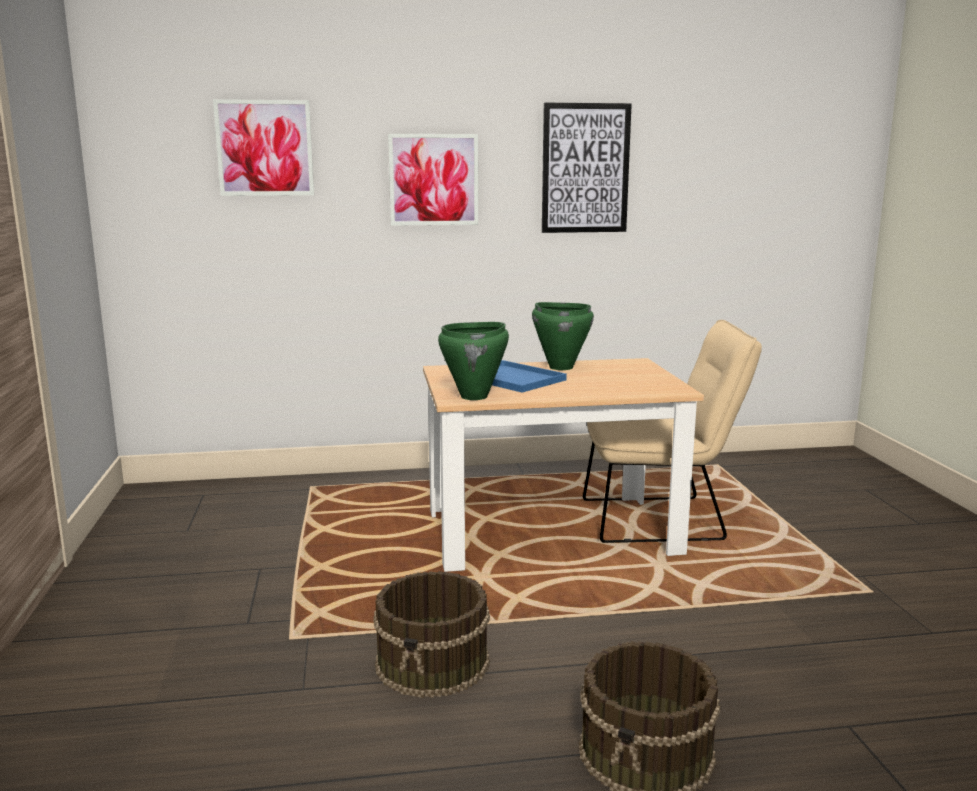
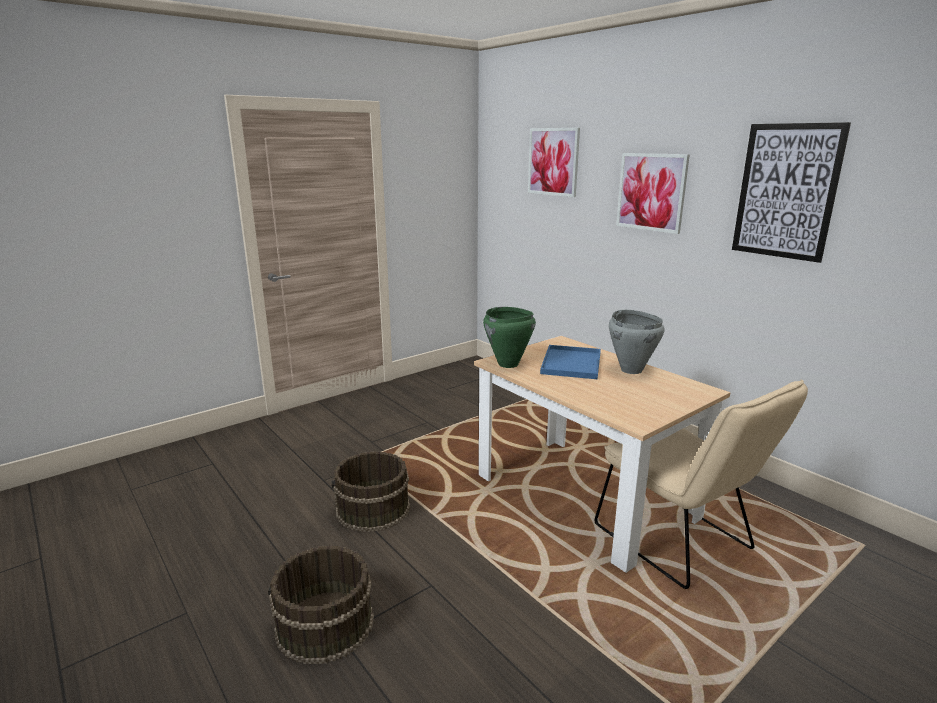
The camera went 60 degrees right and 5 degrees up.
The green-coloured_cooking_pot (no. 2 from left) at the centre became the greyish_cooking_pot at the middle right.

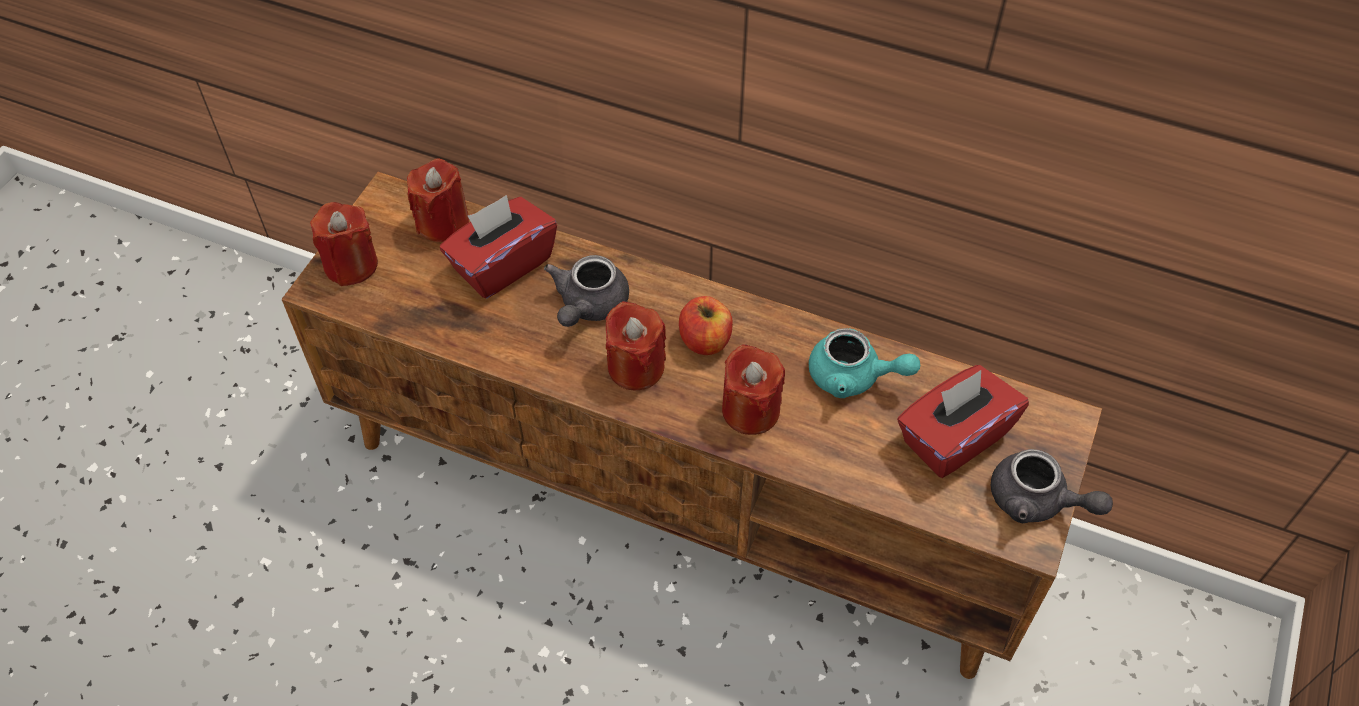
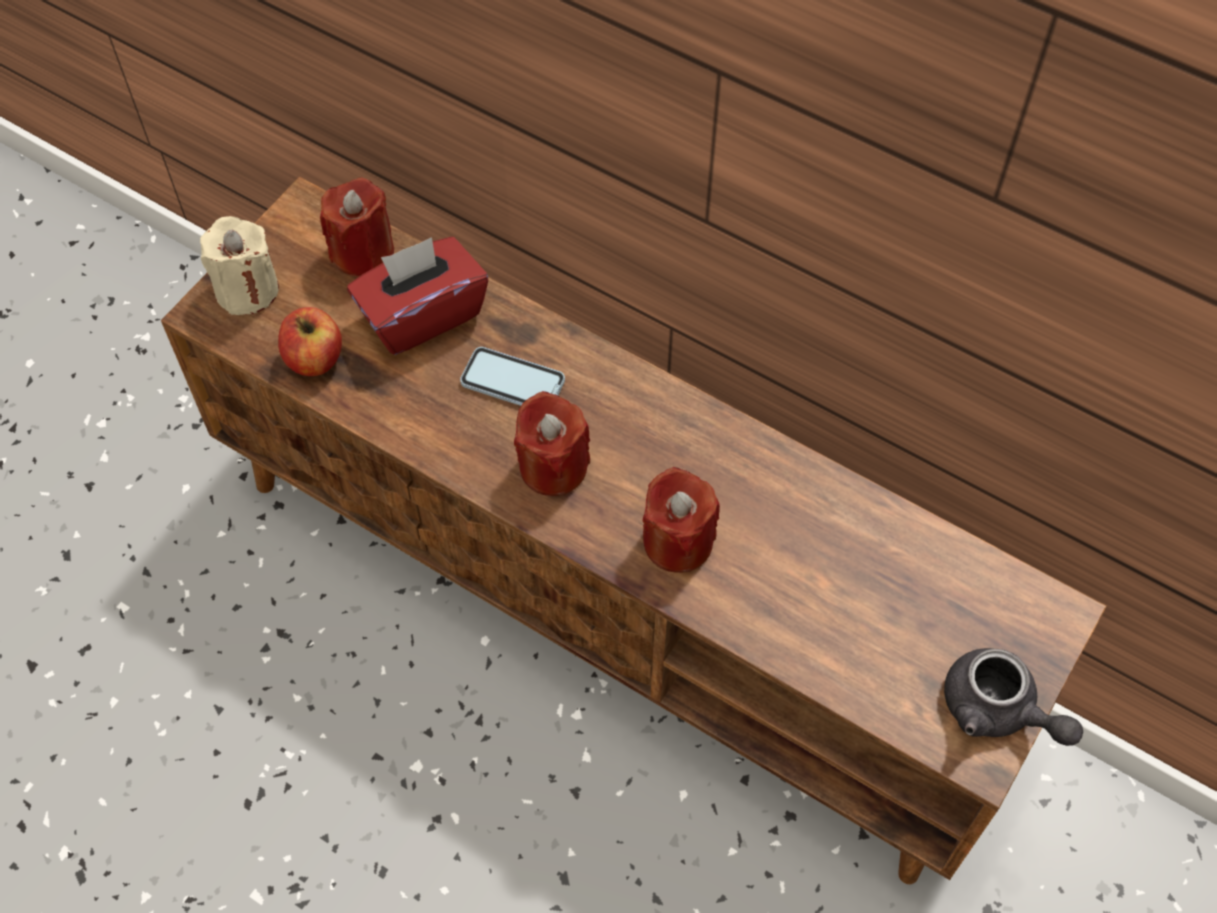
The camera went 10 degrees right and 5 degrees up.
The red_wax_light (no. 1 from left) at the middle left became the sand-coloured_wax_light at the top left.
The apple moved from the centre to the middle left.
The greyish_teapot (no. 1 from left) at the centre was replaced by the handset at the centre.
The turquoise_teapot at the centre disappeared.
The red_tissue_box (no. 2 from left) at the middle right disappeared.

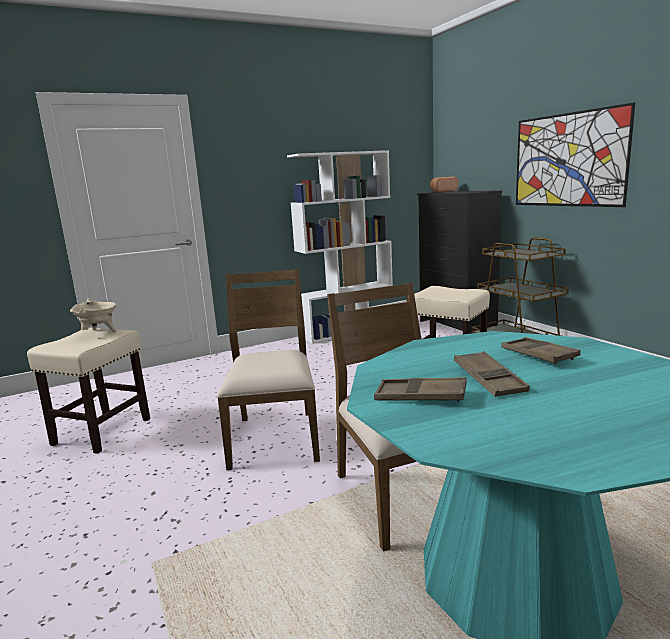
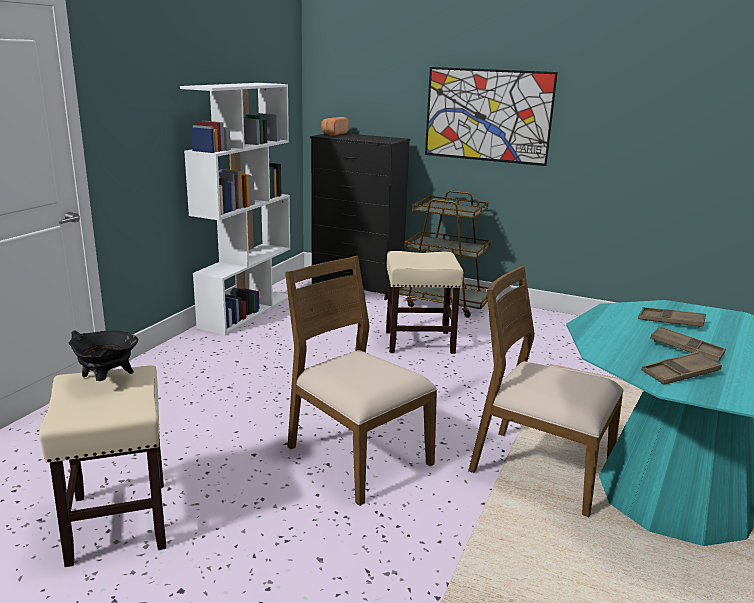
The camera went 40 degrees left and 5 degrees up.
The sand-coloured_cooking_pot at the middle left became the blackish_cooking_pot at the middle left.

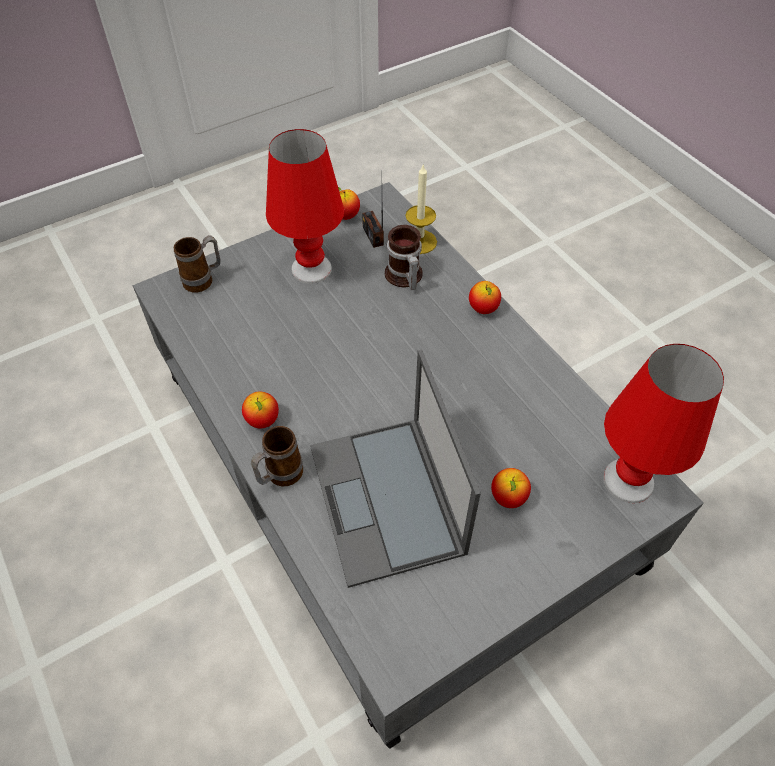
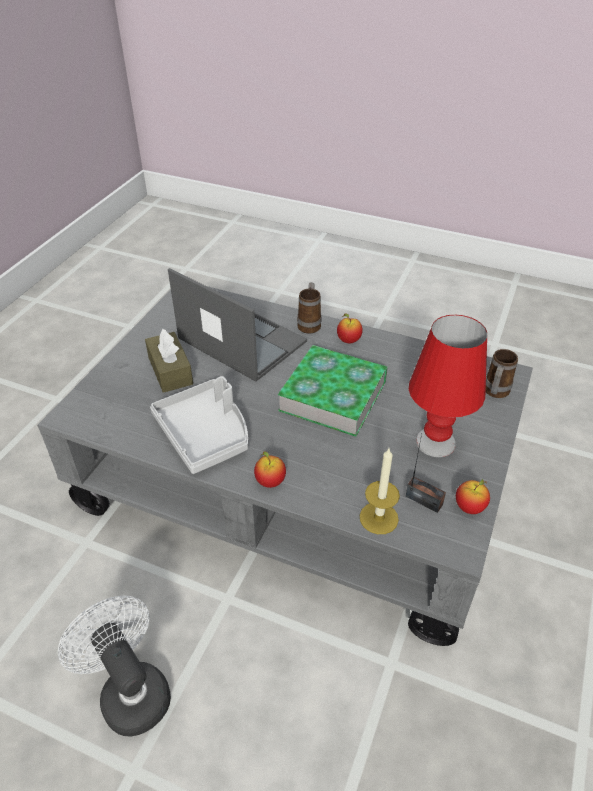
The camera went 145 degrees right and 10 degrees down.
The whitish_fan at the bottom left appeared.
The apple (no. 4 from left) at the centre was replaced by the brown_tissue_box at the middle left.
The greyish_tray at the centre appeared.
The book at the centre appeared.
The coffee_mug (no. 3 from left) at the centre disappeared.
The red_lamp_for_a_table (no. 2 from left) at the middle right disappeared.

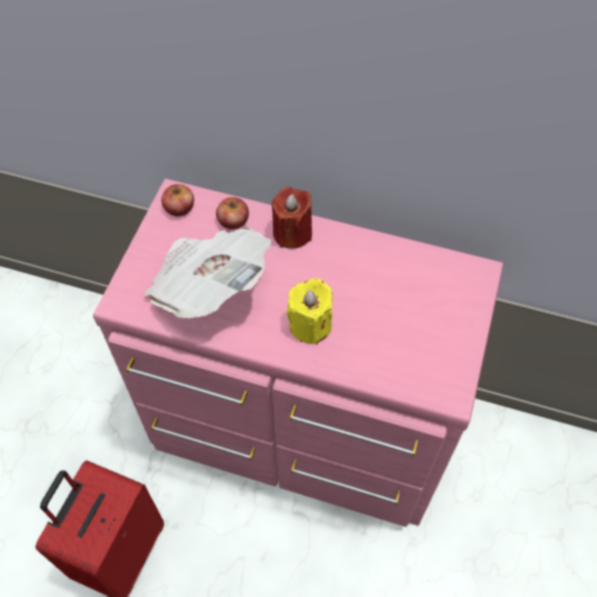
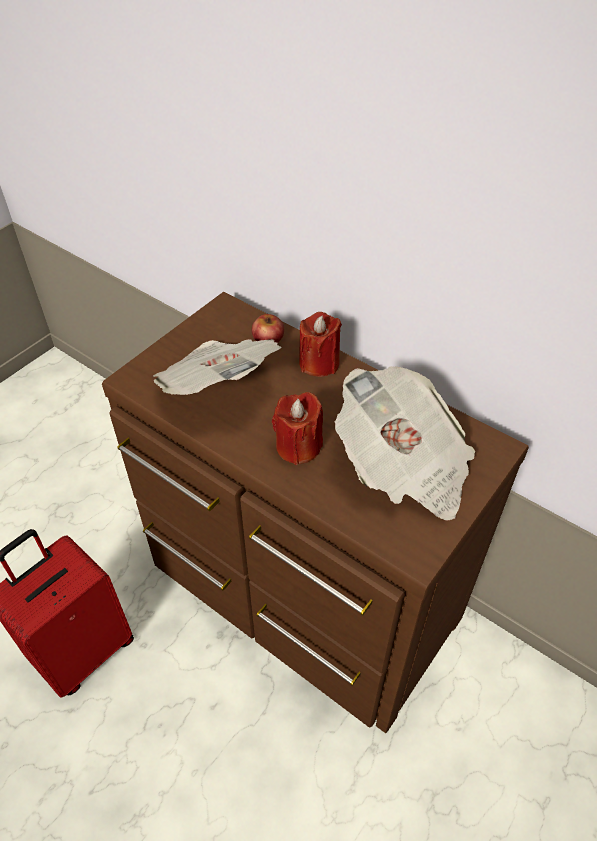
The camera went 20 degrees right and 10 degrees down.
The pink_dresser at the centre became the brown_dresser at the centre.
The yellowish_wax_light at the centre became the red_wax_light (no. 1 from left) at the centre.
The daily_paper (no. 2 from left) at the middle right appeared.
The apple (no. 1 from left) at the middle left disappeared.

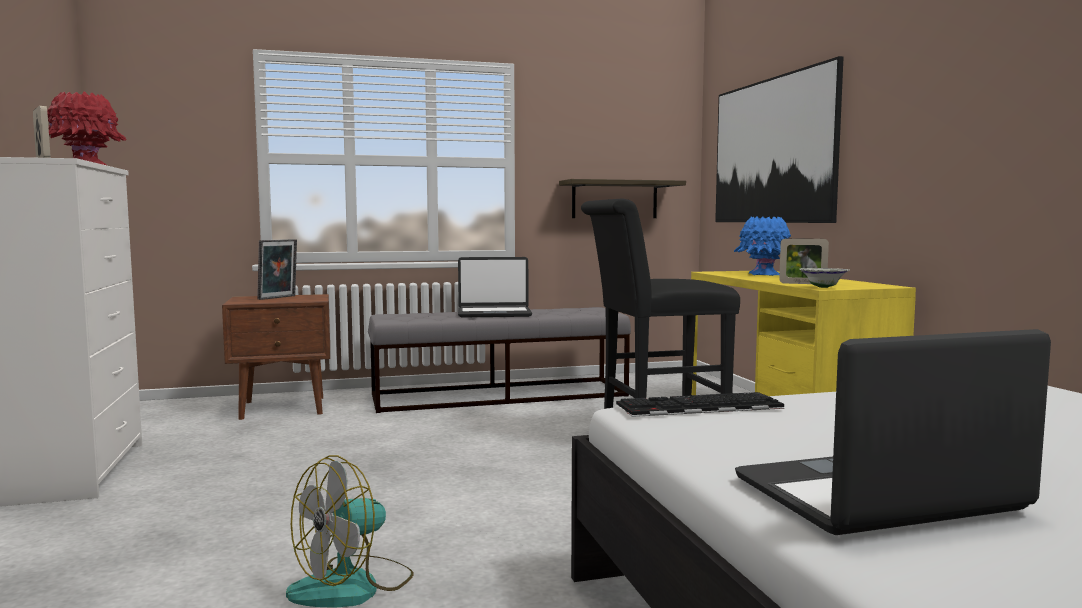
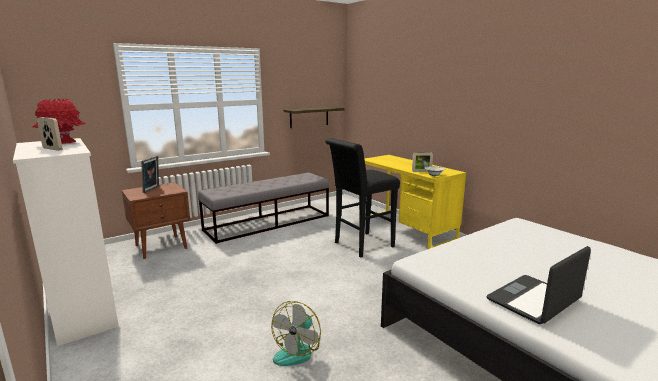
The camera went 20 degrees left and 10 degrees up.
The portable_computer (no. 1 from left) at the centre disappeared.
The keyboard at the centre disappeared.
The wall_art at the top right disappeared.
The blue_vase at the middle right disappeared.

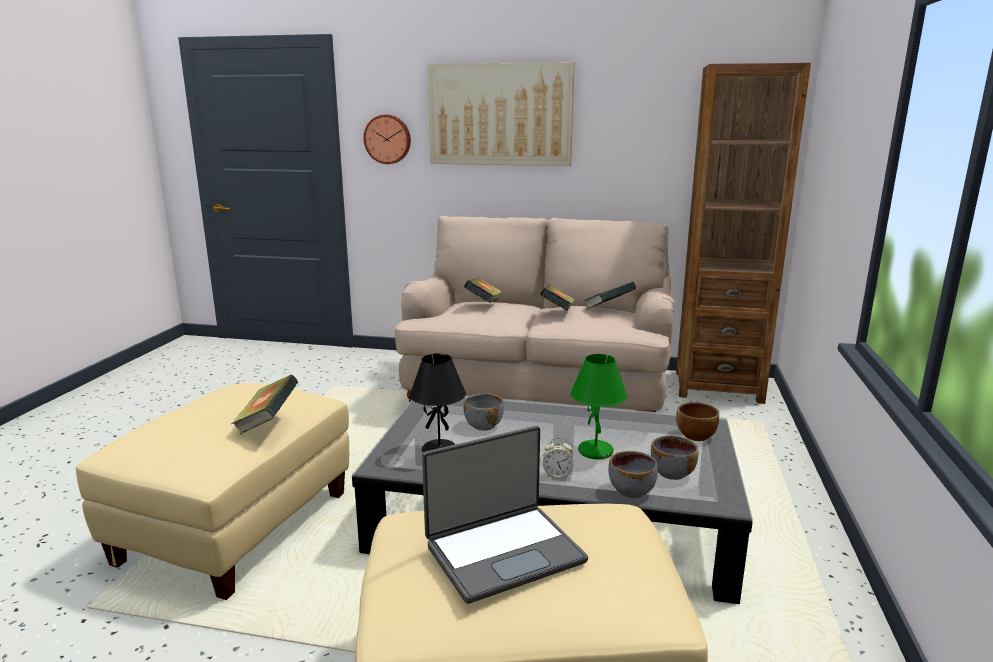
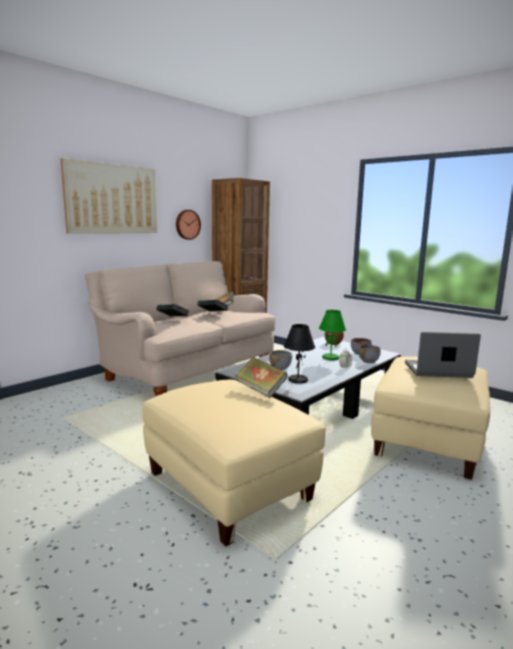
The camera went 60 degrees left and 5 degrees down.
The hanging_clock moved from the top centre to the centre.
The portable_computer at the bottom centre turned 90 degrees counterclockwise.

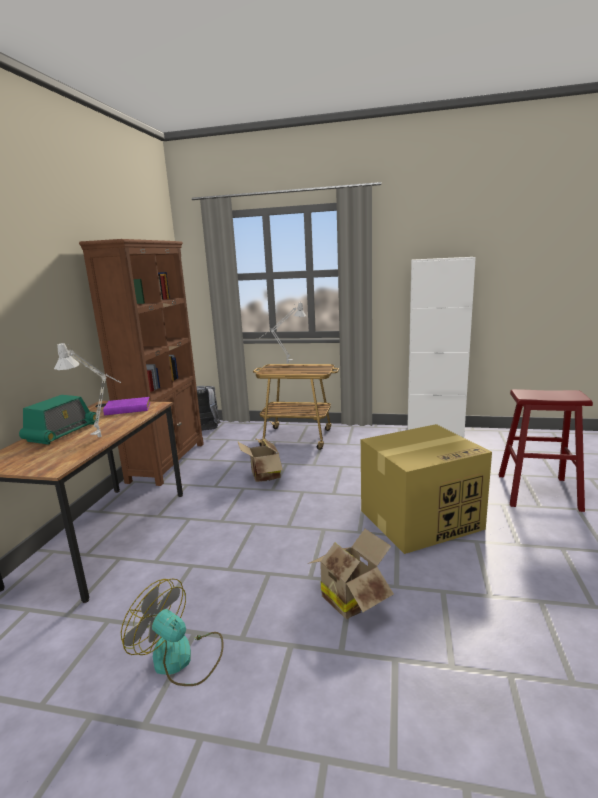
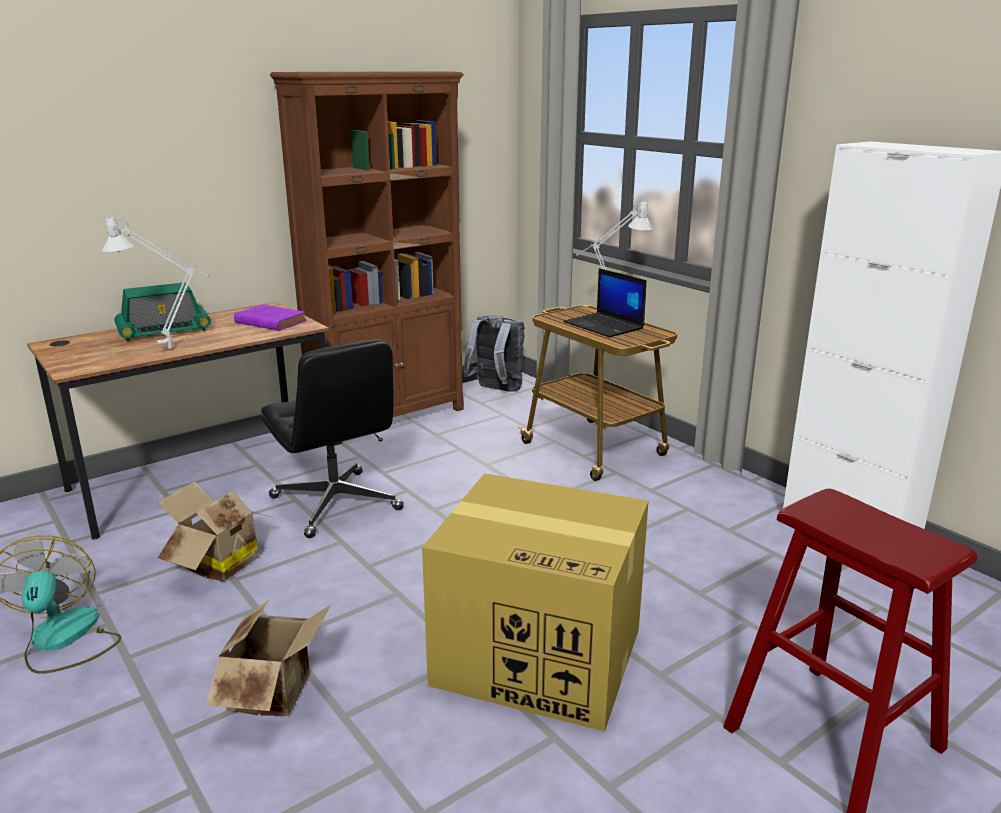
The camera went 40 degrees right and 5 degrees up.
The carton (no. 1 from left) moved from the centre to the middle left.
The blackish_office_chair at the middle left appeared.
The portable_computer at the centre appeared.

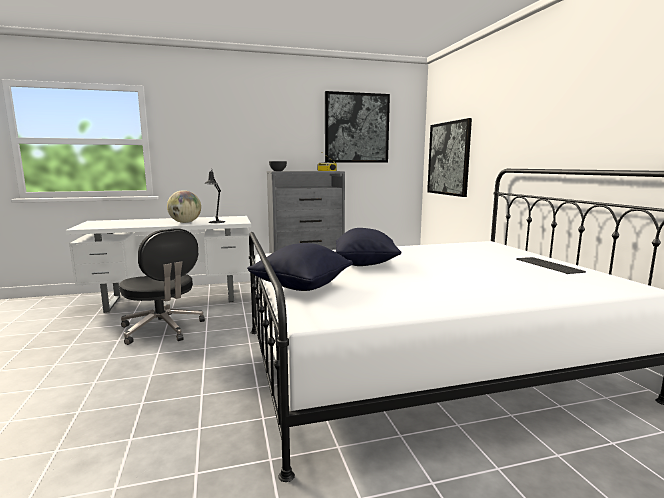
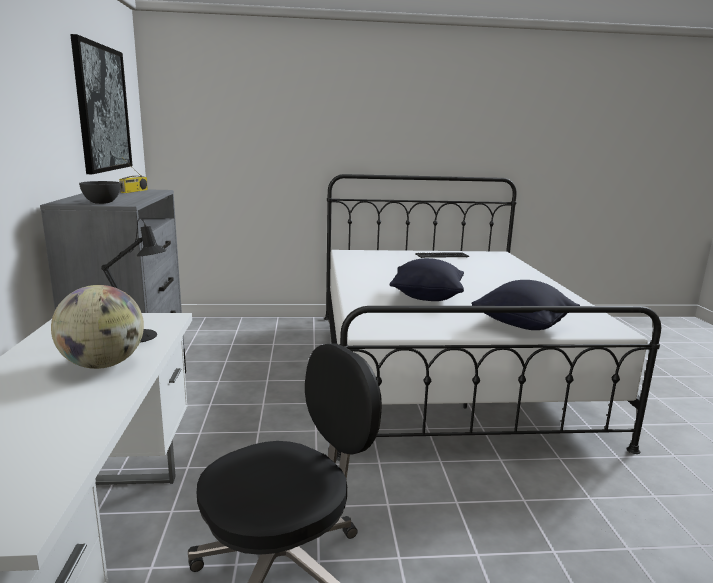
The camera went 80 degrees left and 5 degrees up.
The wall_art (no. 2 from left) at the top right disappeared.

